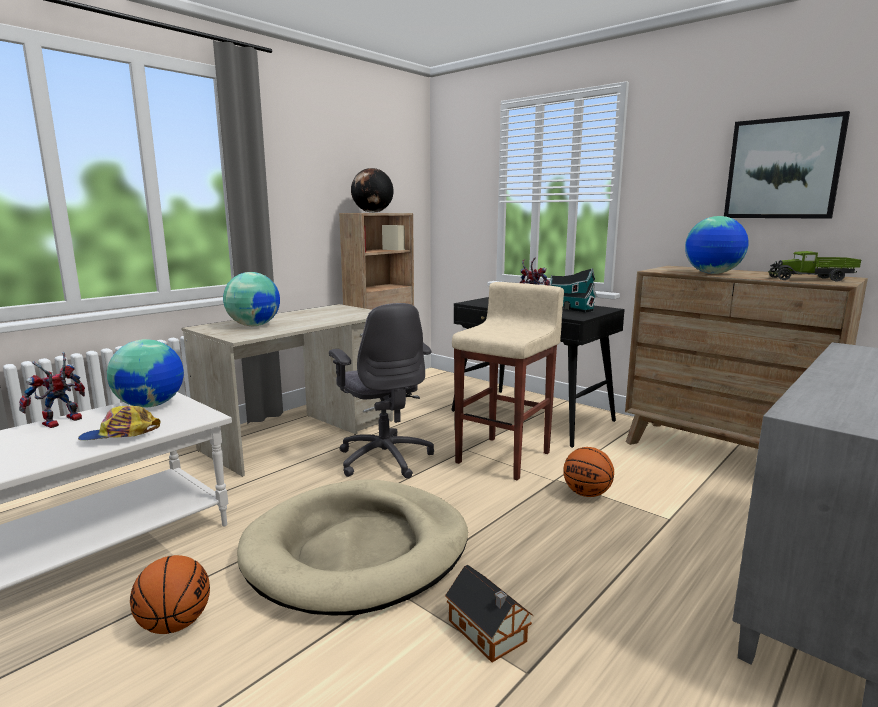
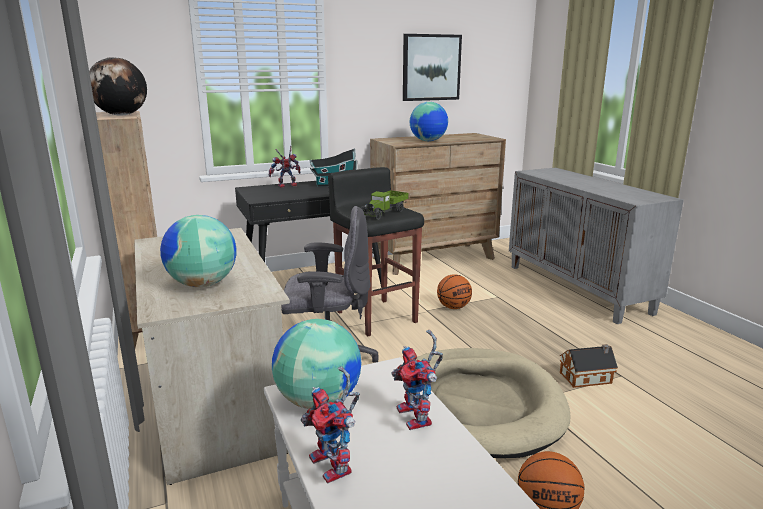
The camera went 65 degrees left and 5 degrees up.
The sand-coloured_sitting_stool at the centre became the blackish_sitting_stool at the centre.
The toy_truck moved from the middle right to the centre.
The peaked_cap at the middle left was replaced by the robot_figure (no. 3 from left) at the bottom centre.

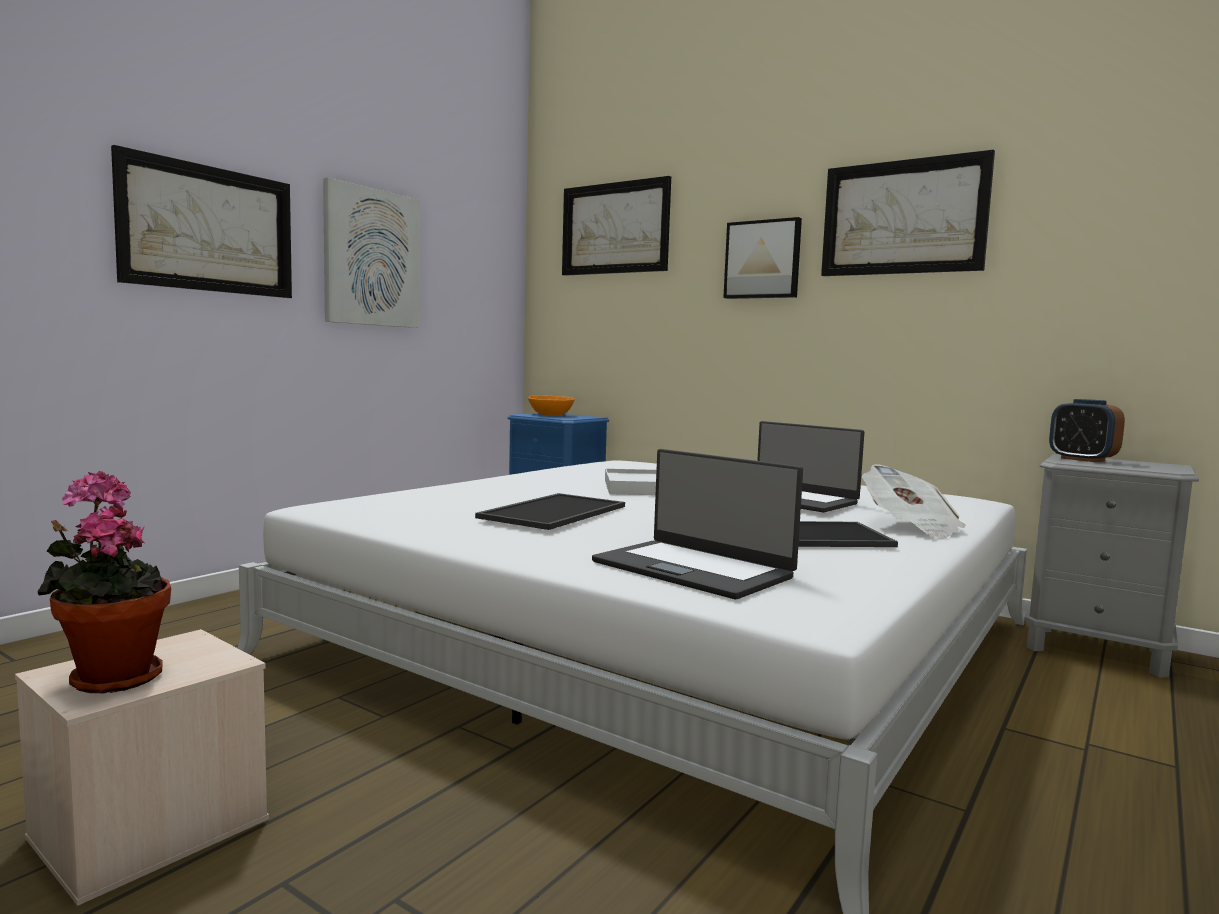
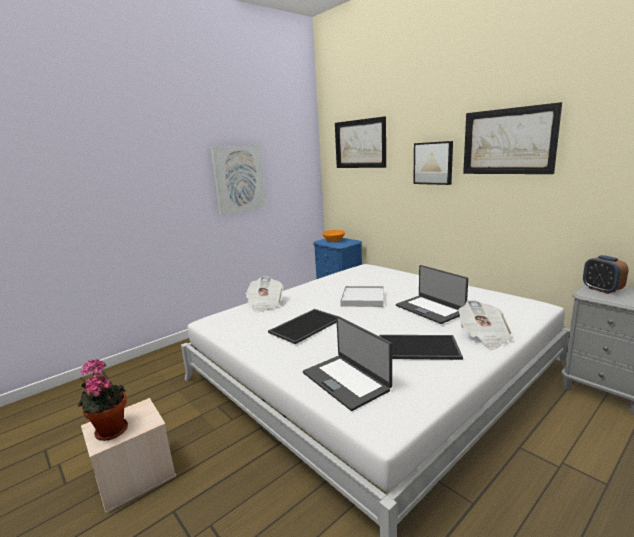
The camera went 15 degrees right and 10 degrees up.
The daily_paper (no. 1 from left) at the centre appeared.
The wall_art (no. 1 from left) at the top left disappeared.

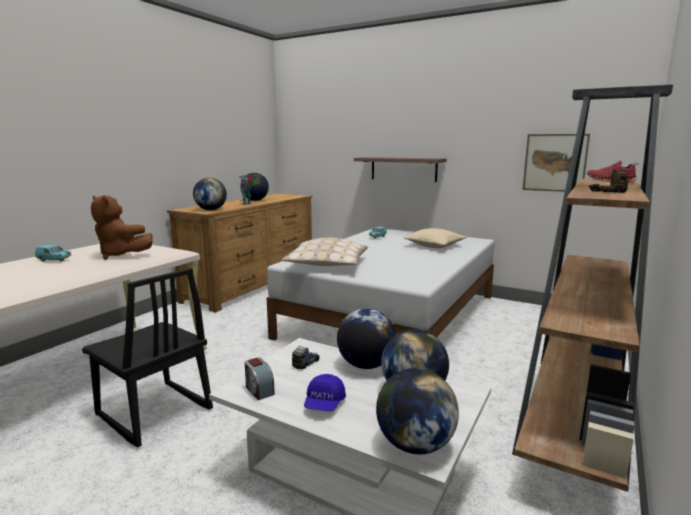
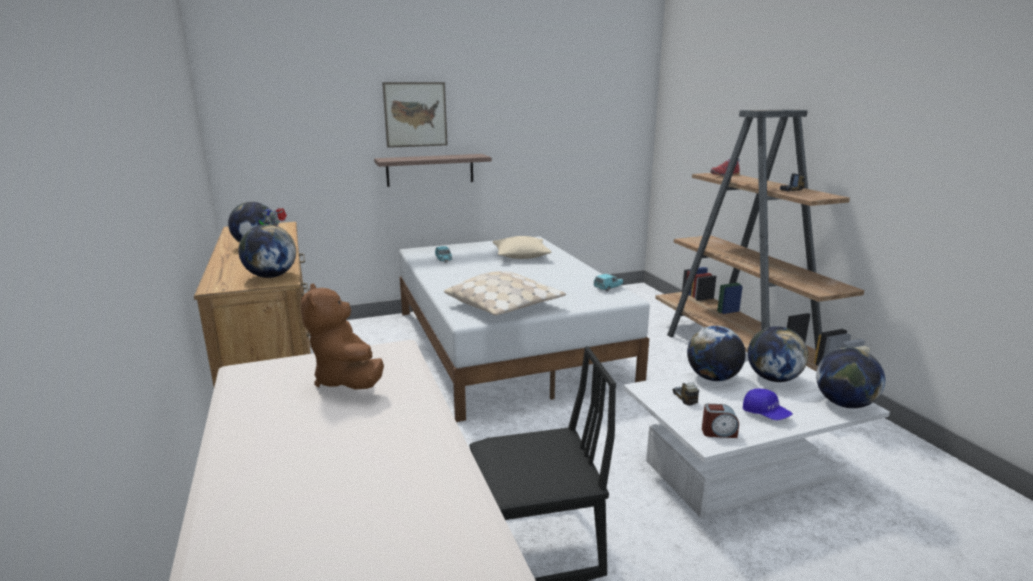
The camera went 50 degrees left and 5 degrees up.
The brown_plush_toy at the middle left turned 90 degrees clockwise.
The wall_art moved from the top right to the top centre.
The turquoise_model_car (no. 1 from left in the first image) moved from the middle left to the centre.

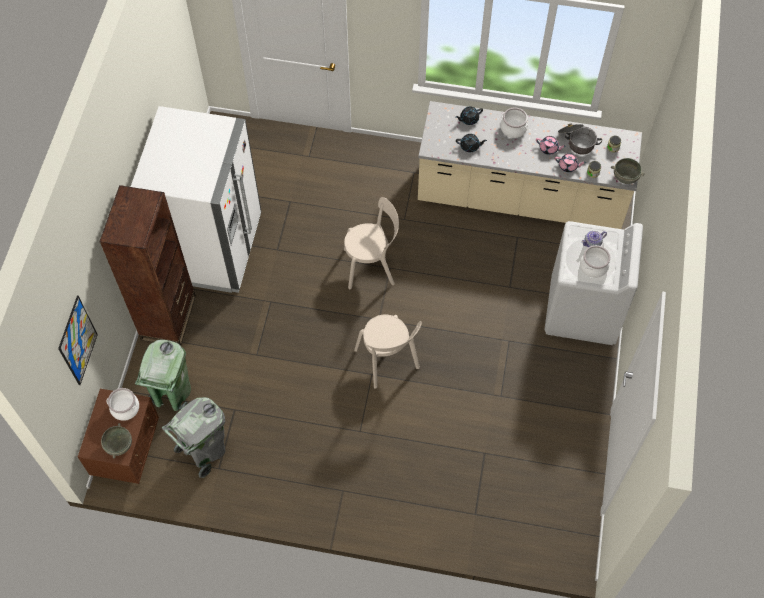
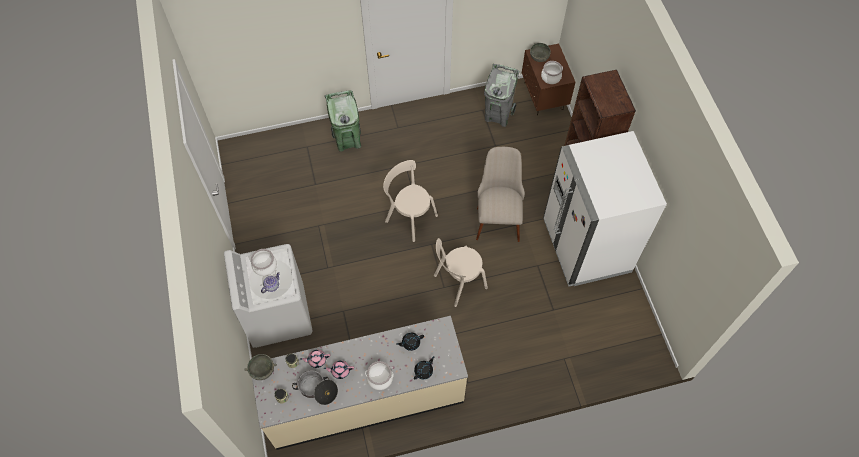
The camera went 155 degrees right and 0 degrees up.
The green-coloured_waste_bin moved from the middle left to the top centre.
The sand-coloured_upright_chair (no. 3 from left) at the centre appeared.
The wall_art at the middle left disappeared.

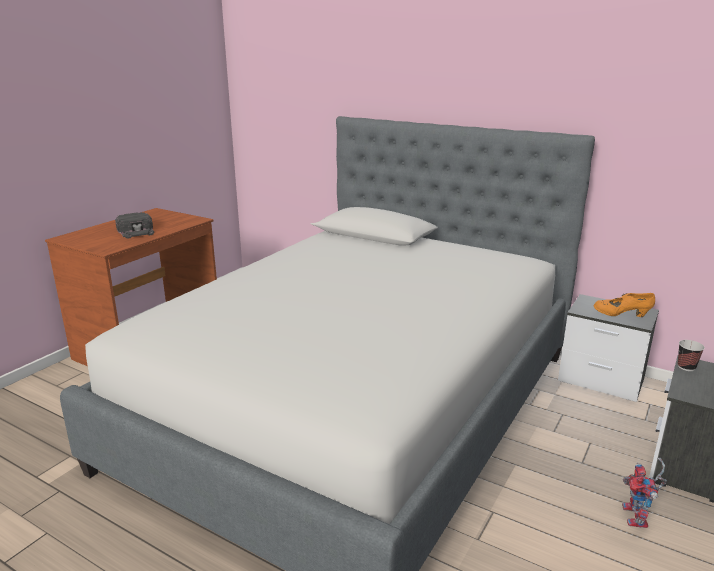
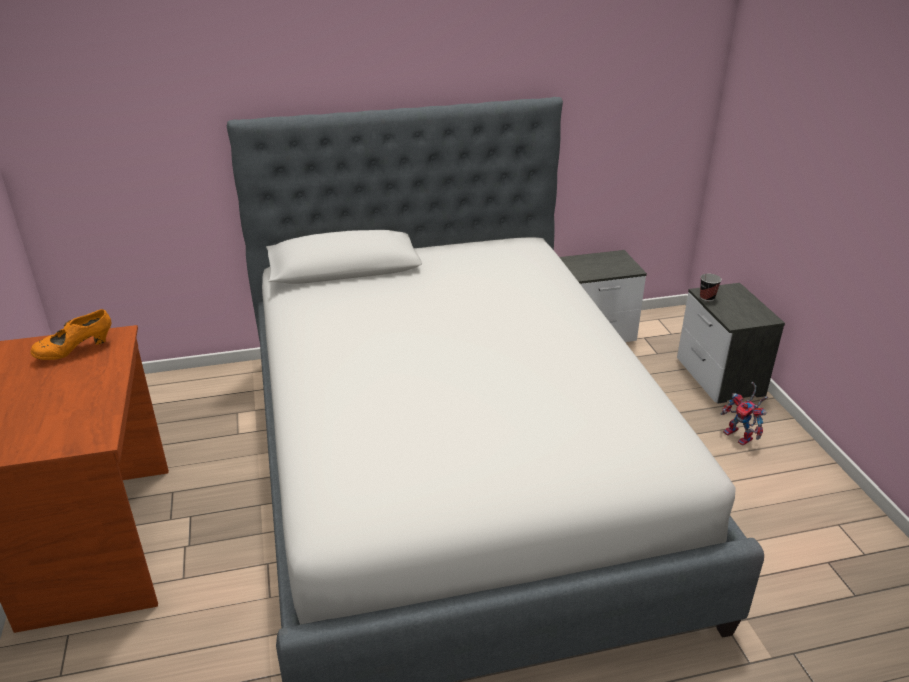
The camera went 45 degrees left and 10 degrees up.
The orange-coloured_low_shoe moved from the middle right to the middle left.
The blackish_peaked_cap at the middle left disappeared.

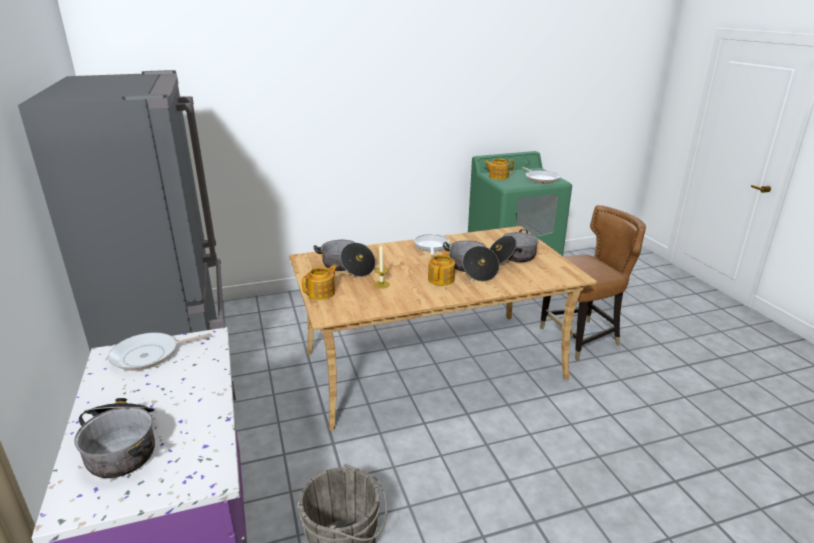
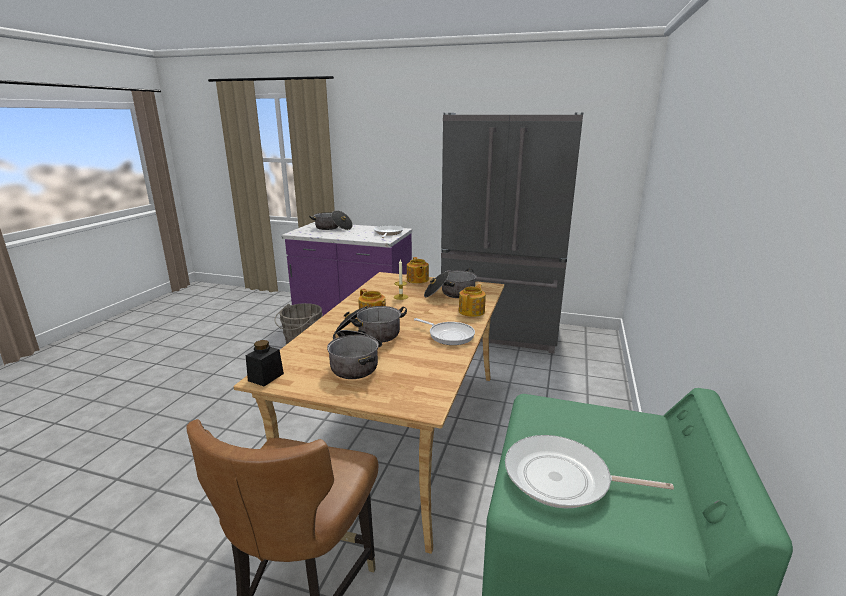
The camera went 125 degrees right and 5 degrees down.
The blackish_storage_jar at the middle left appeared.
The teapot (no. 3 from left) moved from the top centre to the centre.

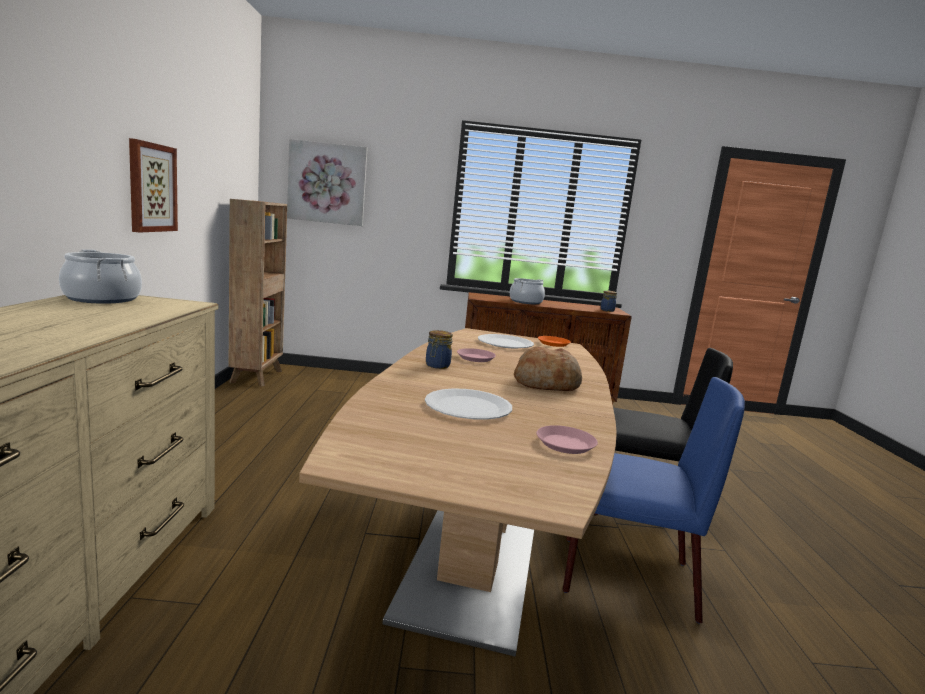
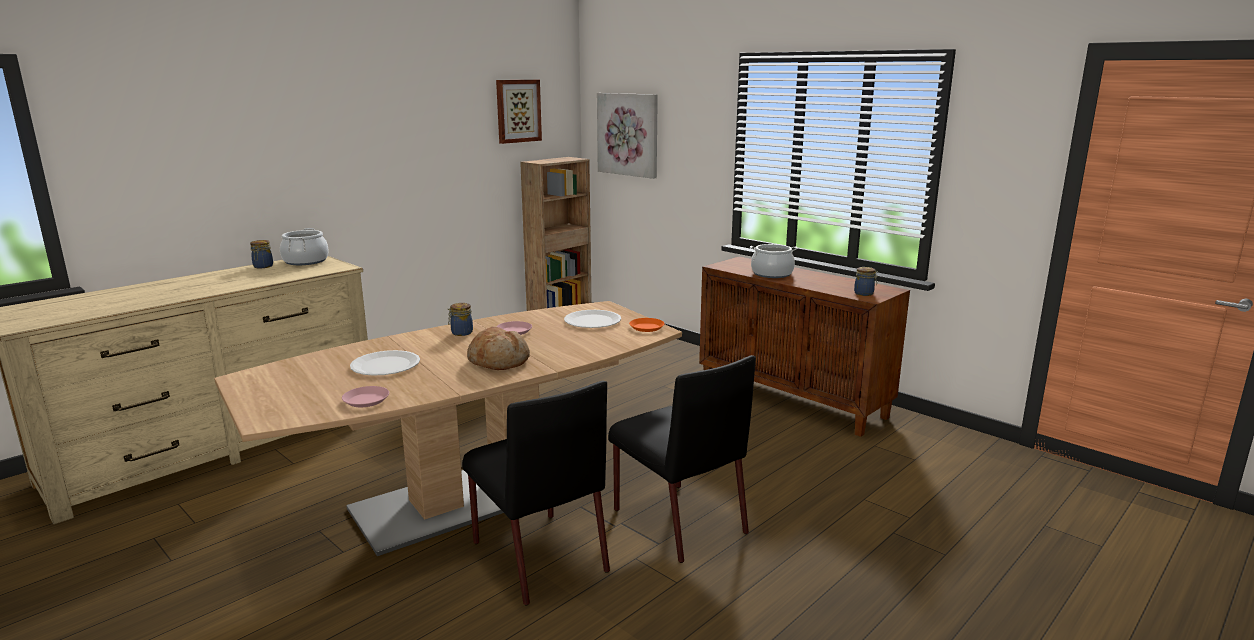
The camera went 45 degrees right and 5 degrees up.
The storage_jar (no. 1 from left) at the middle left appeared.
The blue_upright_chair at the bottom right became the blackish_upright_chair (no. 1 from left) at the bottom centre.
The wall_art (no. 1 from left) moved from the top left to the top centre.

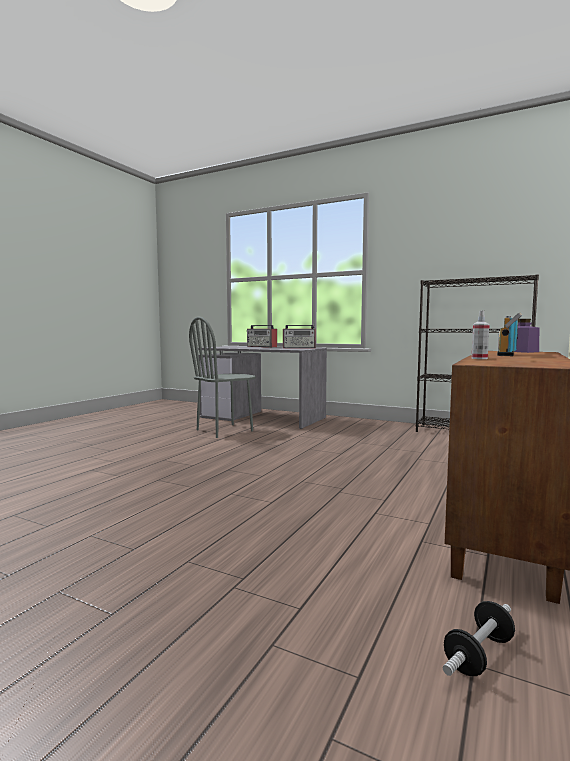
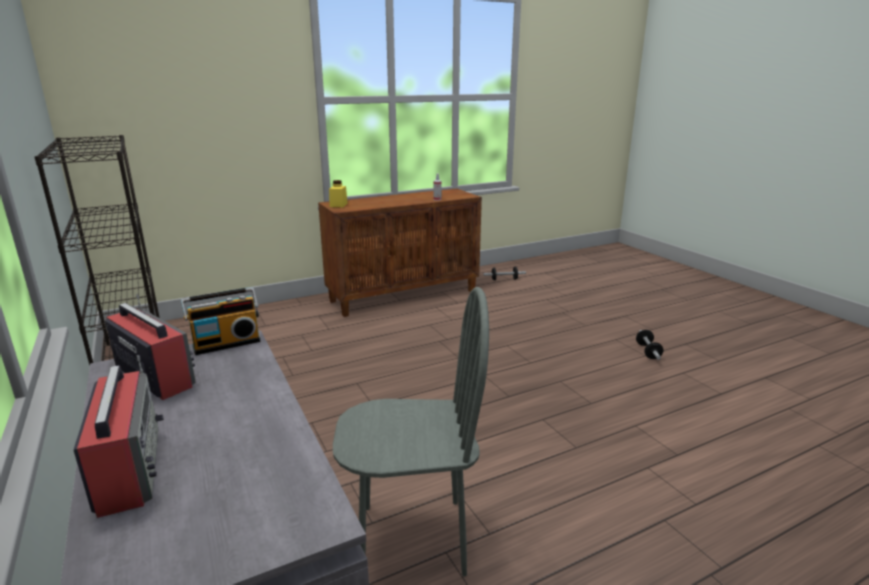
The camera went 145 degrees left and 15 degrees up.
The radio_set (no. 3 from left) moved from the middle right to the middle left.
The purple-coloured_storage_jar at the middle right became the yellowish_storage_jar at the top centre.
The dumbbell (no. 2 from left) at the middle right appeared.

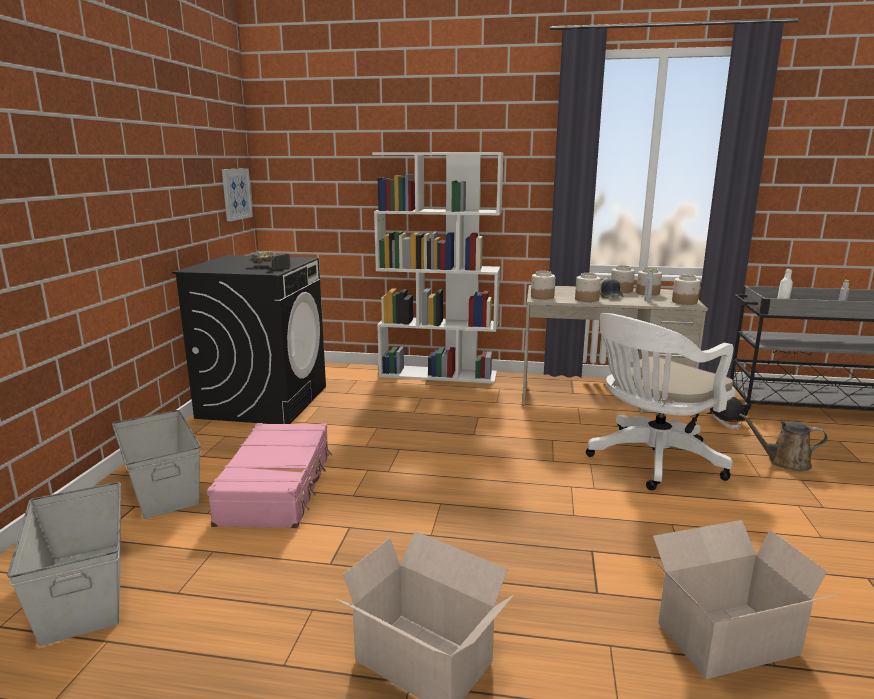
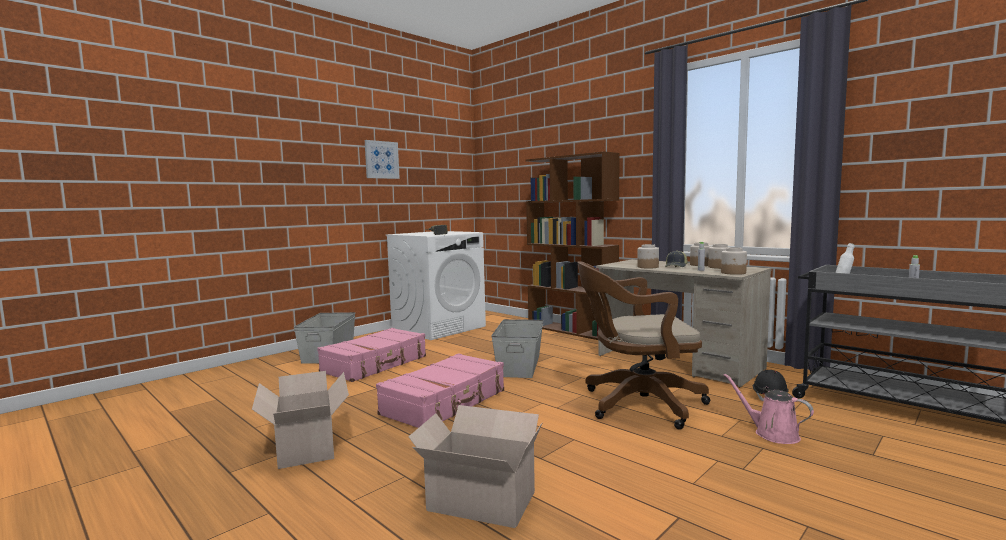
The camera went 35 degrees right and 10 degrees down.
The wall_art moved from the top left to the top centre.
The pink_suitcase (no. 2 from left) at the bottom centre appeared.
The blackish_laundry_machine at the middle left became the whitish_laundry_machine at the centre.
The greyish_storage_container (no. 1 from left in the first image) moved from the bottom left to the centre.
The whitish_bookshelf at the centre became the brown_bookshelf at the centre.
The whitish_office_chair at the middle right became the brown_office_chair at the centre.
The brown_sprinkling_can at the middle right became the pink_sprinkling_can at the bottom right.
The storage_jar (no. 1 from left) at the centre disappeared.

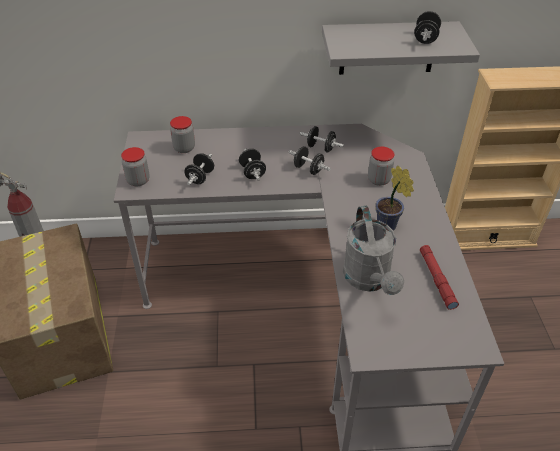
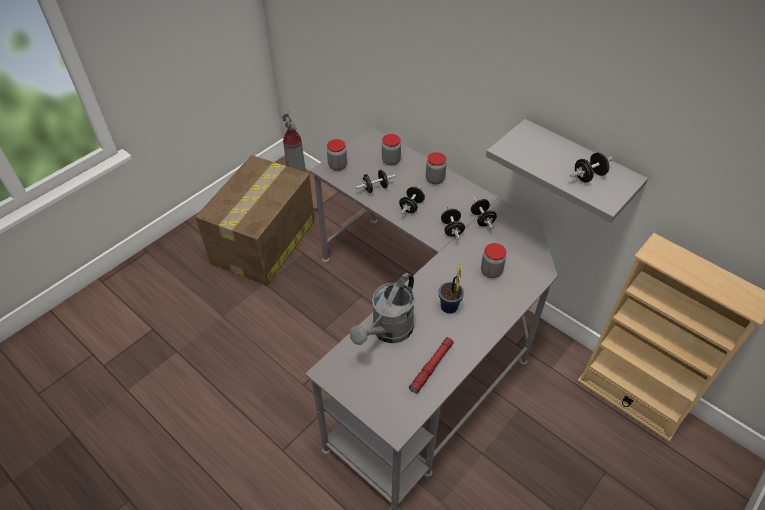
The camera went 45 degrees right and 5 degrees up.
The storage_jar (no. 3 from left) at the top centre appeared.

